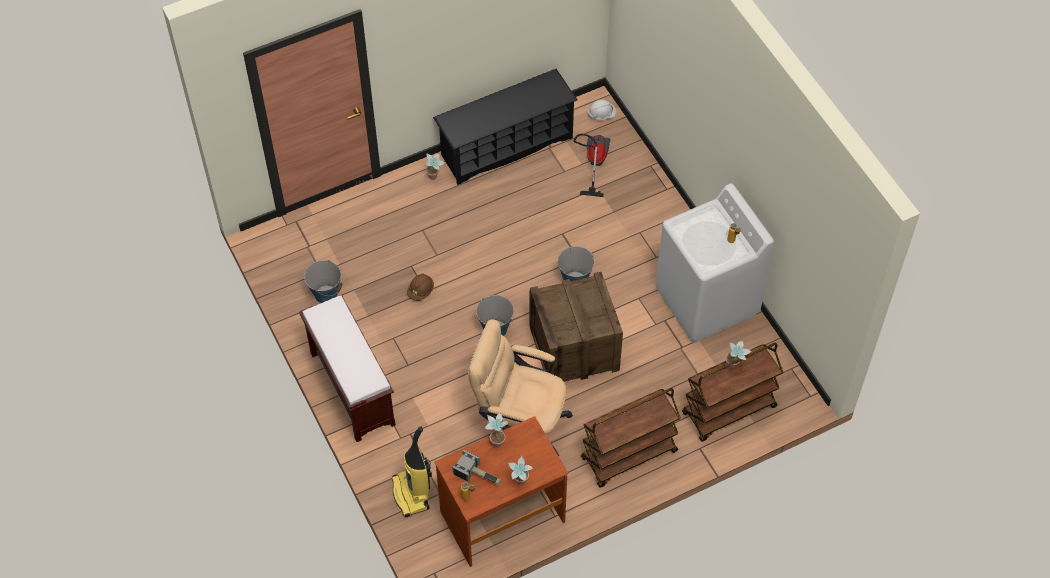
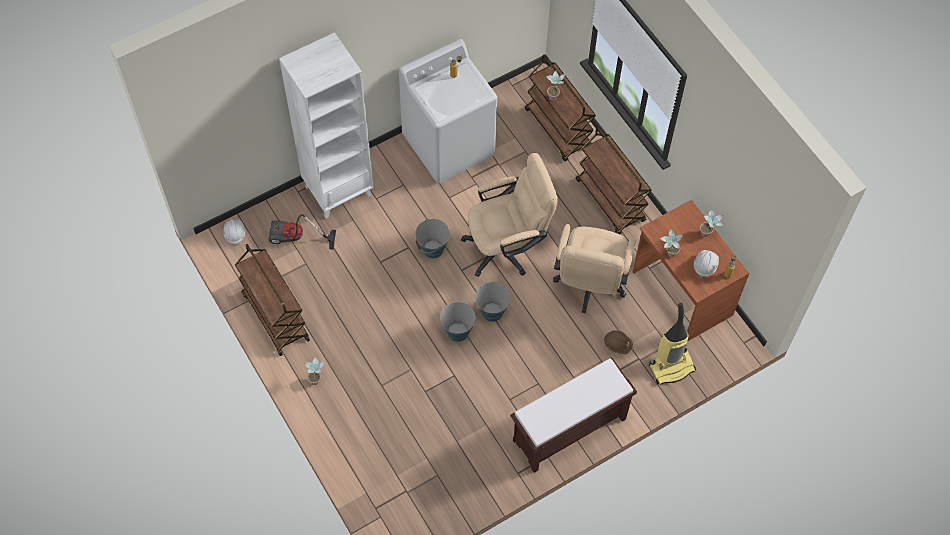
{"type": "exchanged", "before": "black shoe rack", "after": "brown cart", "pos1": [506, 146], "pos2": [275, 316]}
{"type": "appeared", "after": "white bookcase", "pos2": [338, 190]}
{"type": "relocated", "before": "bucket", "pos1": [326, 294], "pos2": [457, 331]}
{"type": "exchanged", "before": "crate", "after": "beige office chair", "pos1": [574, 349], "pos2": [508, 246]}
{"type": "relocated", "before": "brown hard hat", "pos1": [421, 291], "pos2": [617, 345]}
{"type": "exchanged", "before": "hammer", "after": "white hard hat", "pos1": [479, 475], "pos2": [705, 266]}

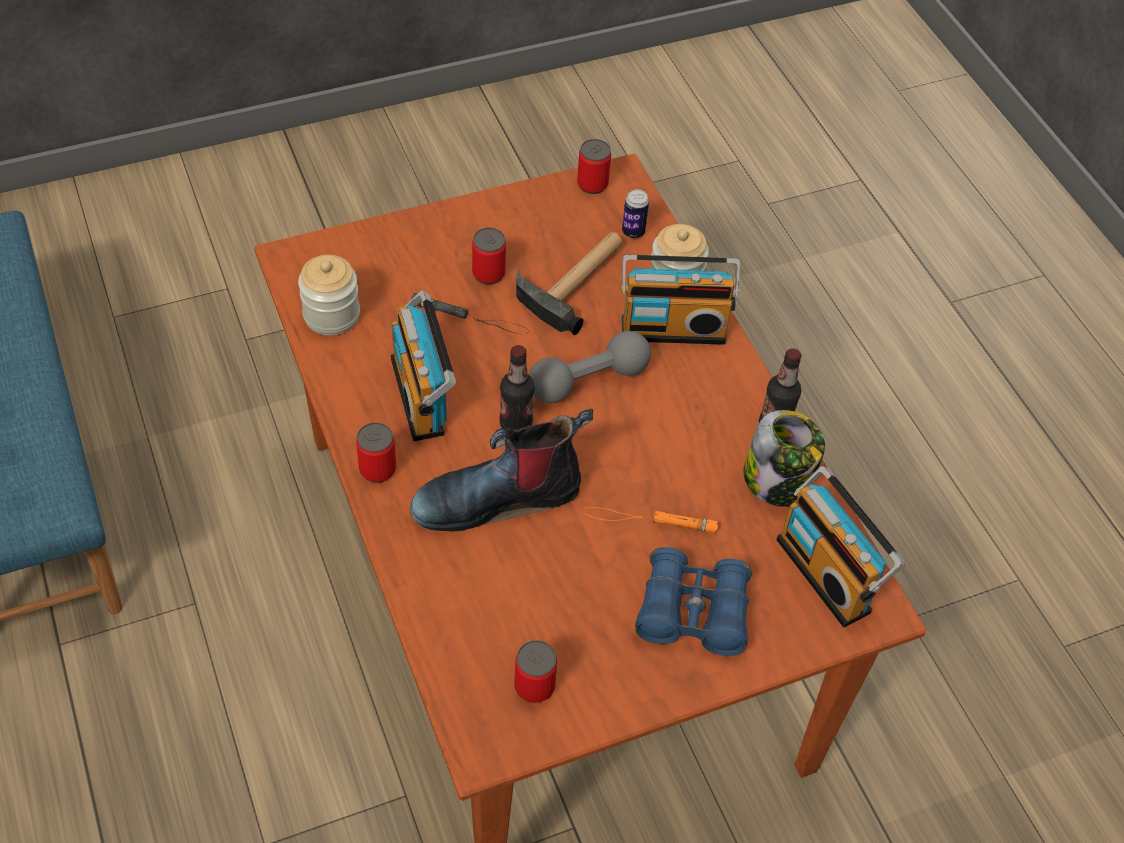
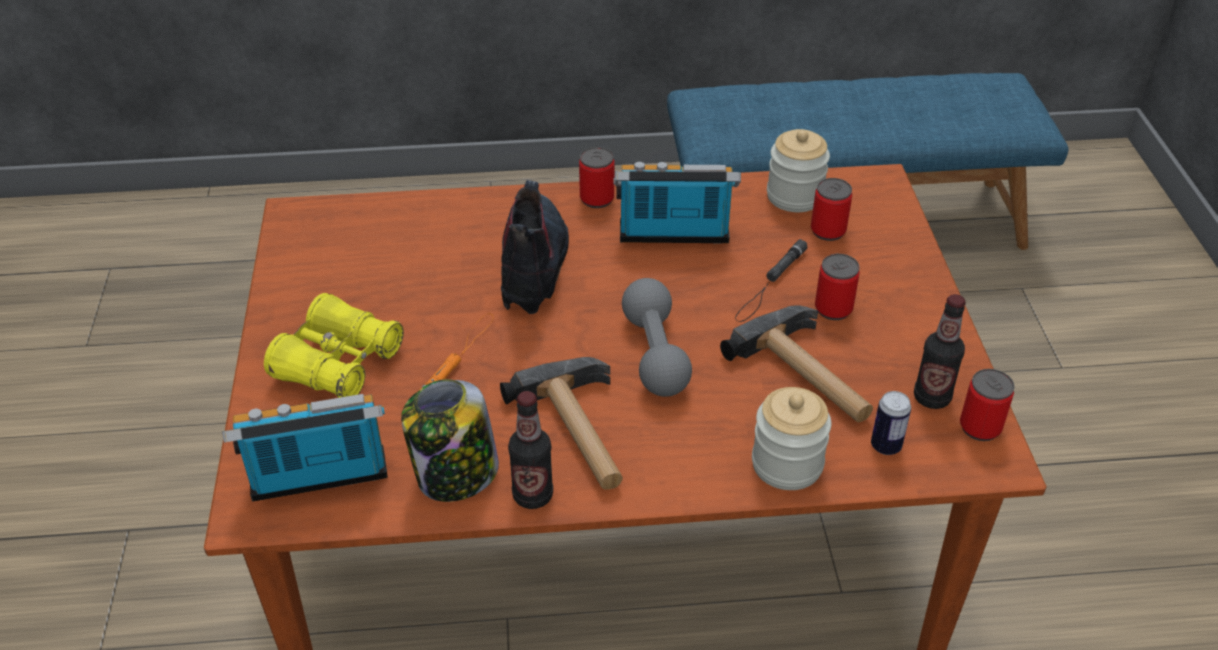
{"type": "colour", "before": "blue binoculars", "after": "yellow binoculars", "pos1": [693, 612], "pos2": [338, 363]}
{"type": "appeared", "after": "hammer", "pos2": [580, 432]}
{"type": "relocated", "before": "can", "pos1": [534, 686], "pos2": [828, 231]}
{"type": "relocated", "before": "bottle", "pos1": [516, 424], "pos2": [931, 397]}
{"type": "missing", "before": "radio", "pos1": [673, 327]}

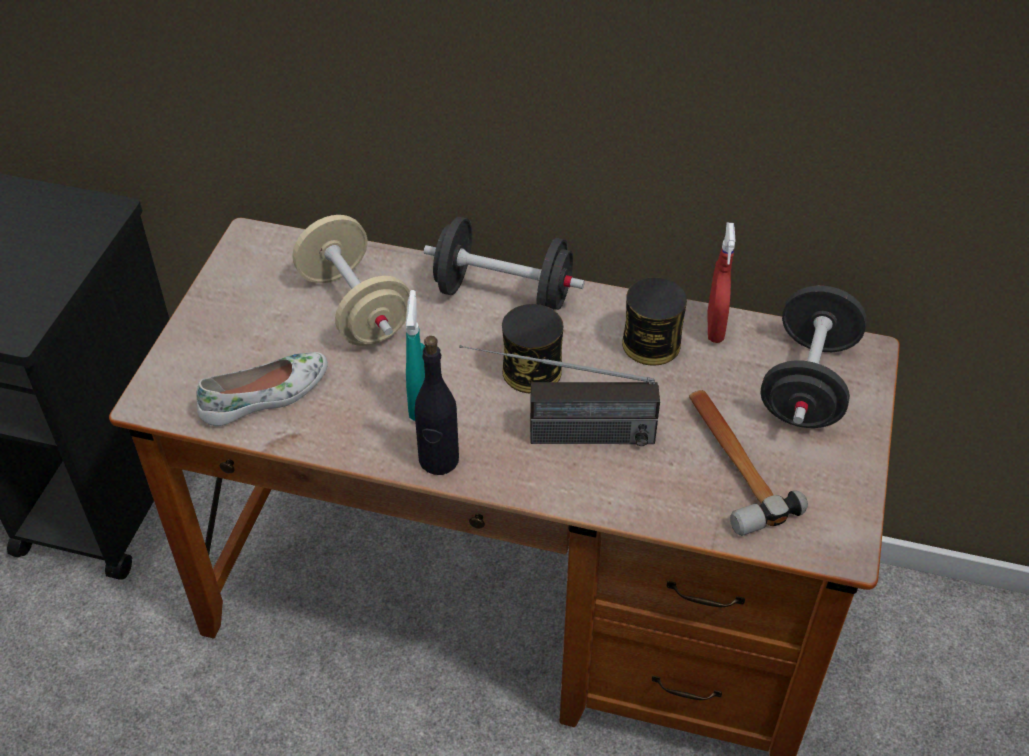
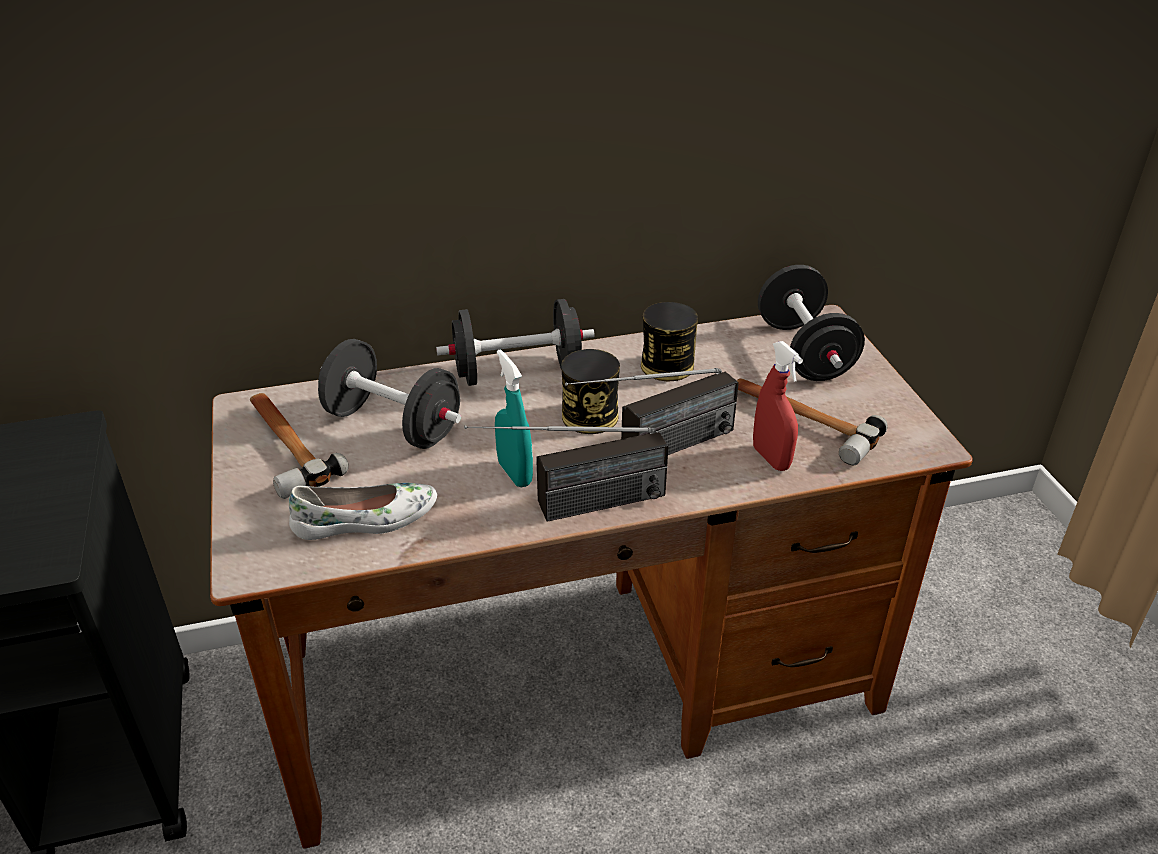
{"type": "appeared", "after": "hammer", "pos2": [285, 446]}
{"type": "spun", "before": "white shoe", "pos1": [266, 396], "pos2": [366, 520], "turn": 45}
{"type": "colour", "before": "beige dumbbell", "after": "black dumbbell", "pos1": [355, 307], "pos2": [393, 424]}
{"type": "exchanged", "before": "black bottle", "after": "radio", "pos1": [438, 460], "pos2": [570, 508]}
{"type": "relocated", "before": "red spray bottle", "pos1": [715, 327], "pos2": [771, 458]}

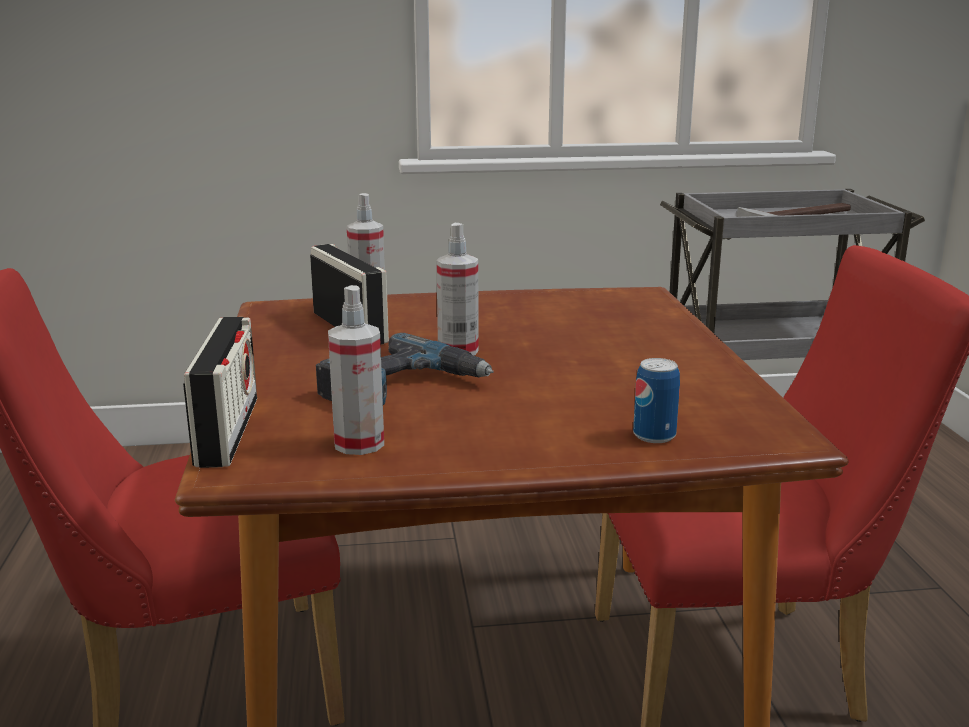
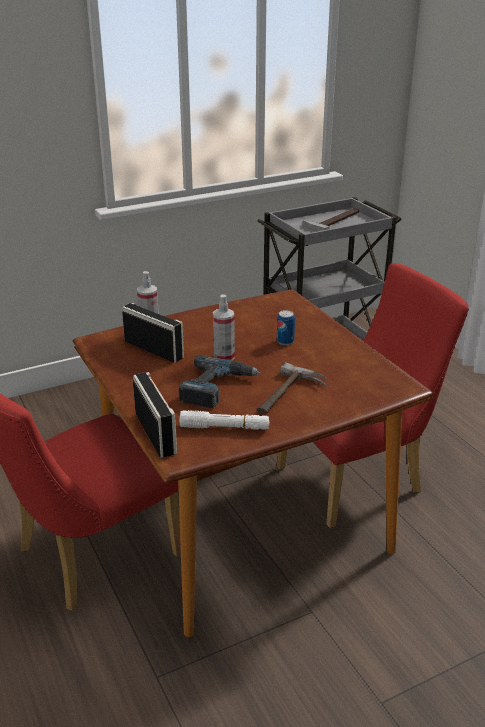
{"type": "exchanged", "before": "spray bottle", "after": "white flashlight", "pos1": [359, 444], "pos2": [225, 428]}
{"type": "appeared", "after": "hammer", "pos2": [289, 396]}
{"type": "relocated", "before": "can", "pos1": [654, 436], "pos2": [285, 341]}

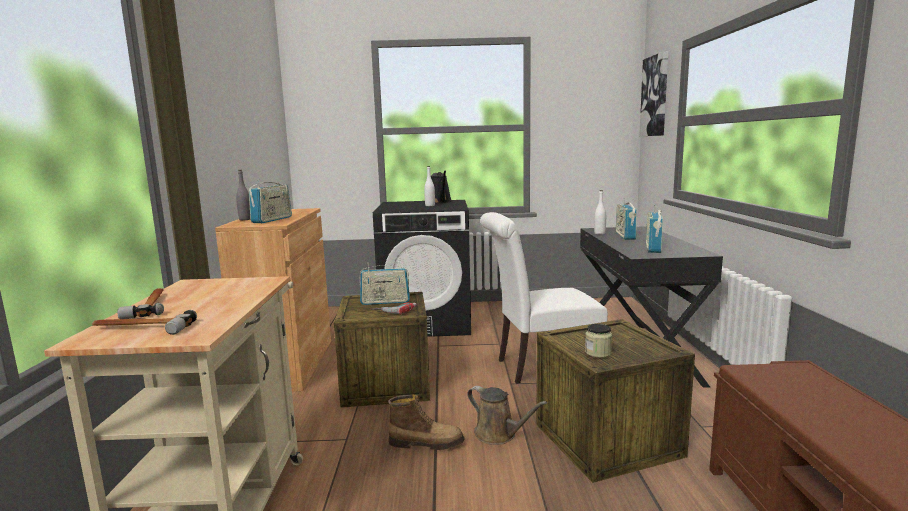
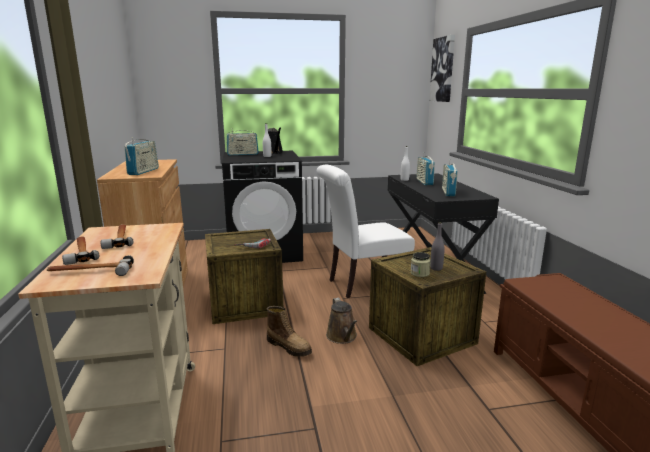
{"type": "appeared", "after": "hammer", "pos2": [119, 238]}
{"type": "relocated", "before": "radio", "pos1": [385, 302], "pos2": [242, 154]}
{"type": "spun", "before": "boot", "pos1": [426, 443], "pos2": [289, 347], "turn": 45}
{"type": "spun", "before": "brown watering can", "pos1": [498, 434], "pos2": [342, 337], "turn": 45}
{"type": "relocated", "before": "grey bottle", "pos1": [245, 219], "pos2": [436, 268]}

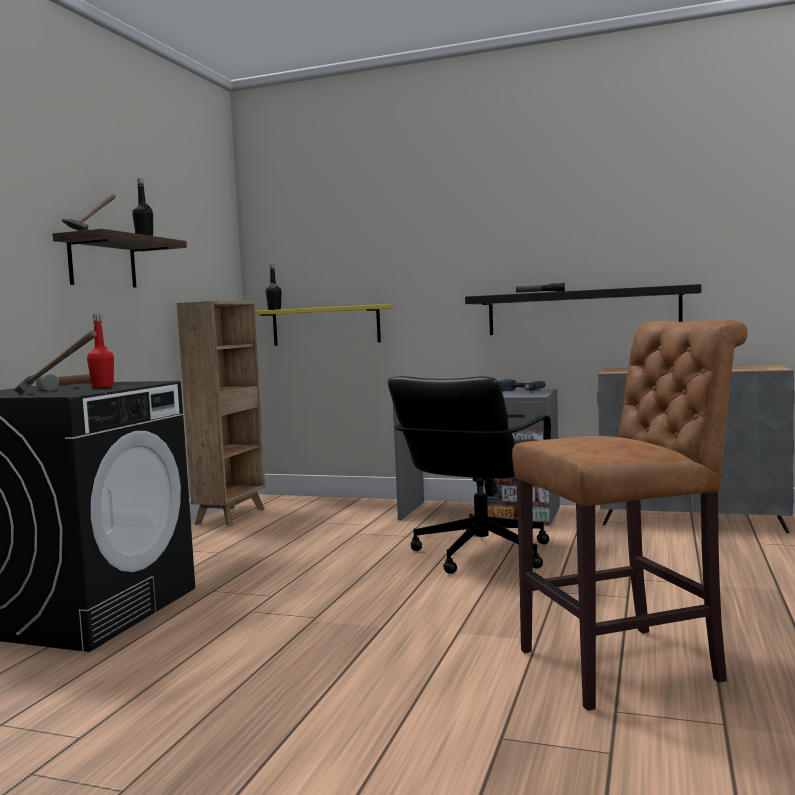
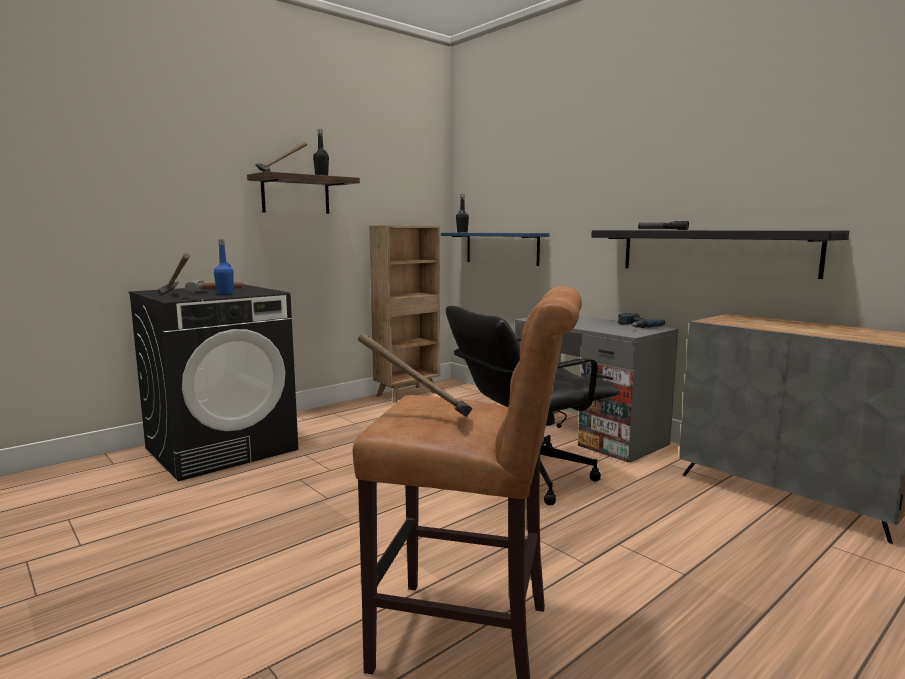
{"type": "colour", "before": "red bottle", "after": "blue bottle", "pos1": [102, 387], "pos2": [225, 293]}
{"type": "appeared", "after": "hammer", "pos2": [418, 416]}
{"type": "colour", "before": "yellow shelf", "after": "blue shelf", "pos1": [325, 326], "pos2": [501, 248]}

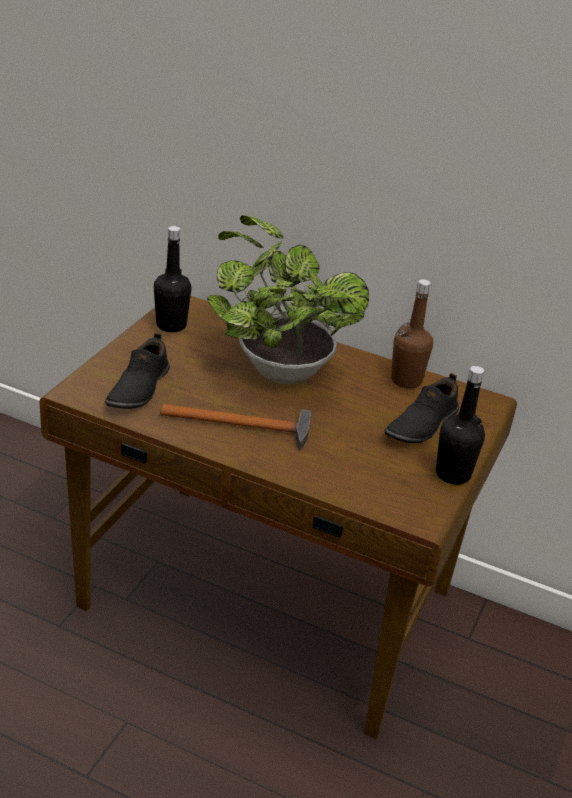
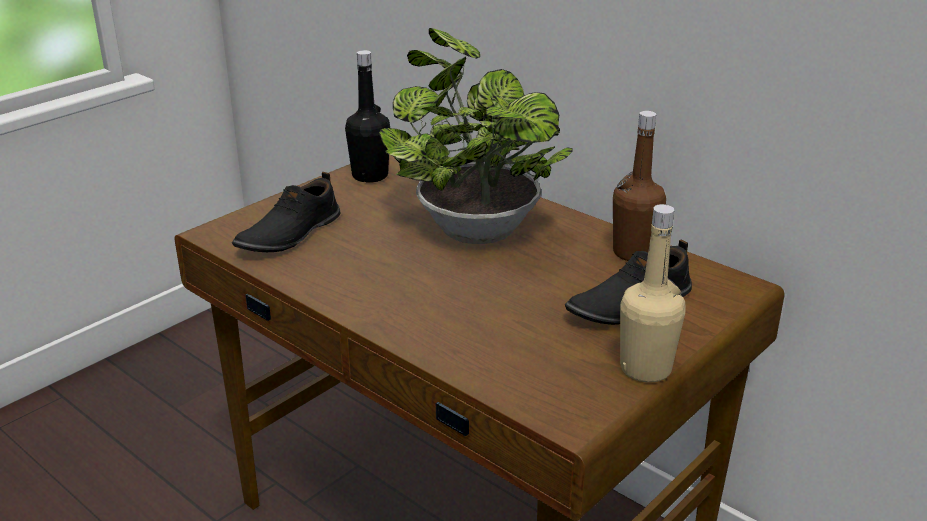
{"type": "colour", "before": "black bottle", "after": "beige bottle", "pos1": [453, 474], "pos2": [645, 369]}
{"type": "missing", "before": "hammer", "pos1": [243, 425]}

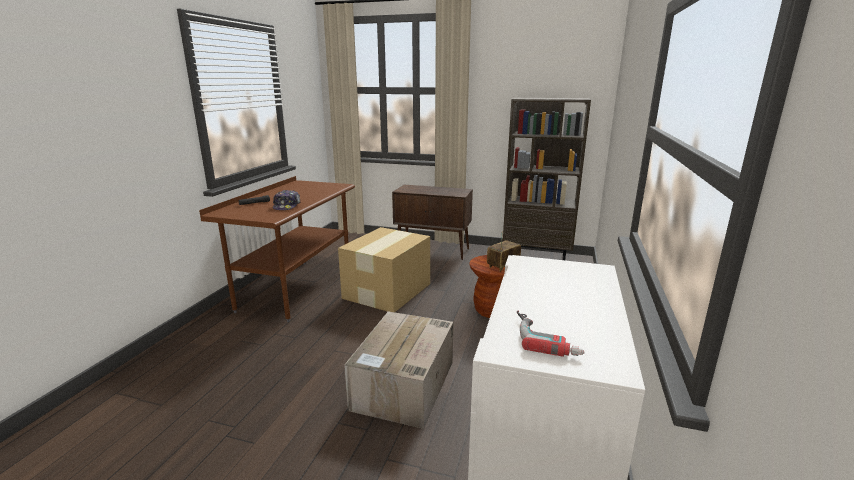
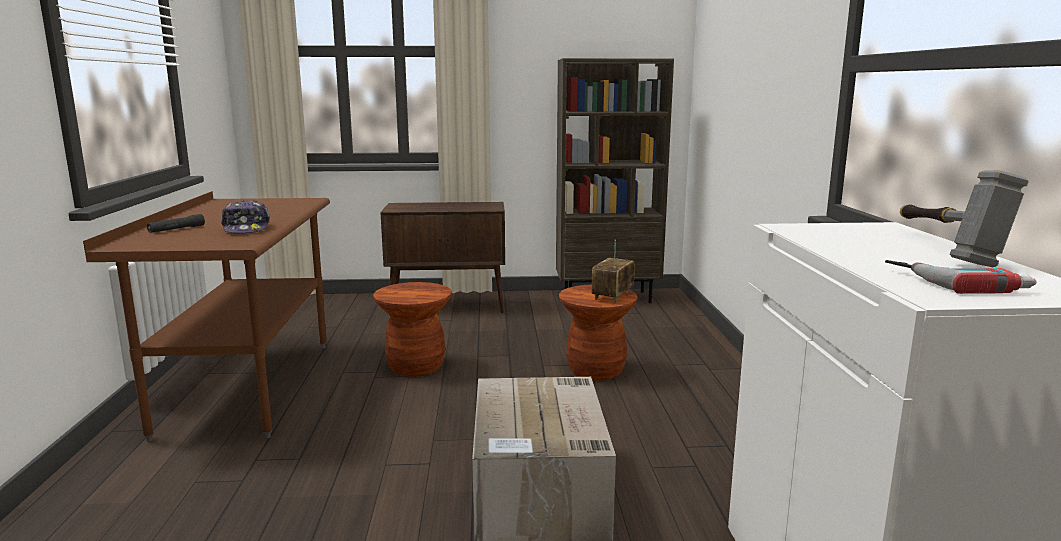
{"type": "exchanged", "before": "cardboard box", "after": "brown stool", "pos1": [388, 290], "pos2": [416, 367]}
{"type": "appeared", "after": "hammer", "pos2": [944, 250]}

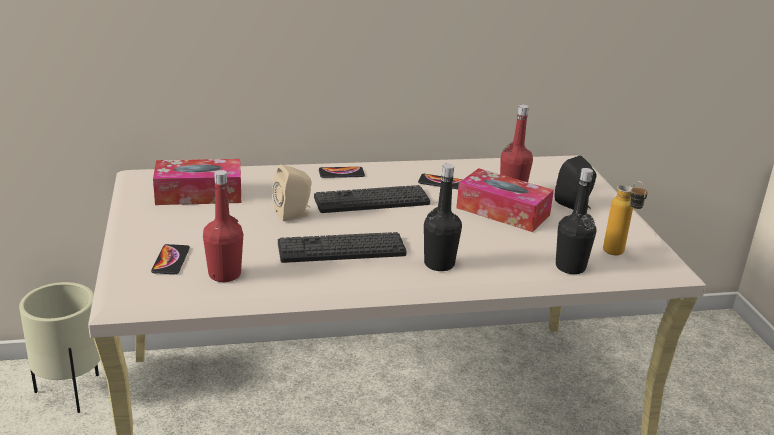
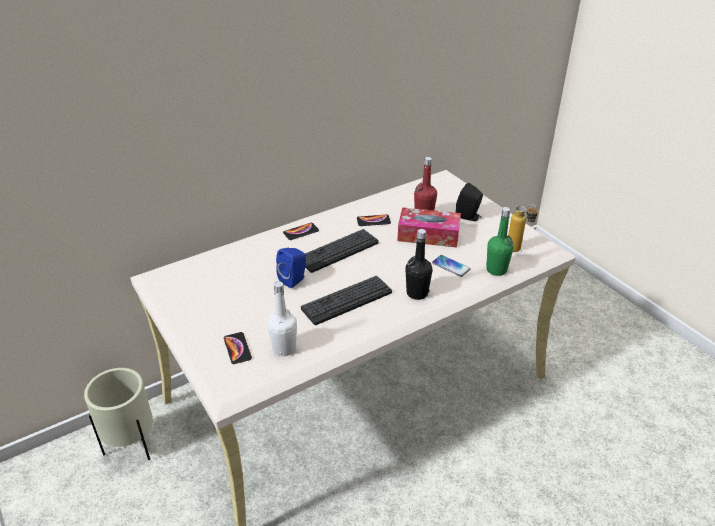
{"type": "colour", "before": "red bottle", "after": "white bottle", "pos1": [224, 274], "pos2": [284, 348]}
{"type": "colour", "before": "beige speaker", "after": "blue speaker", "pos1": [294, 214], "pos2": [294, 280]}
{"type": "appeared", "after": "phone", "pos2": [451, 266]}
{"type": "colour", "before": "black bottle", "after": "green bottle", "pos1": [570, 267], "pos2": [496, 270]}
{"type": "missing", "before": "tissue box", "pos1": [199, 194]}

